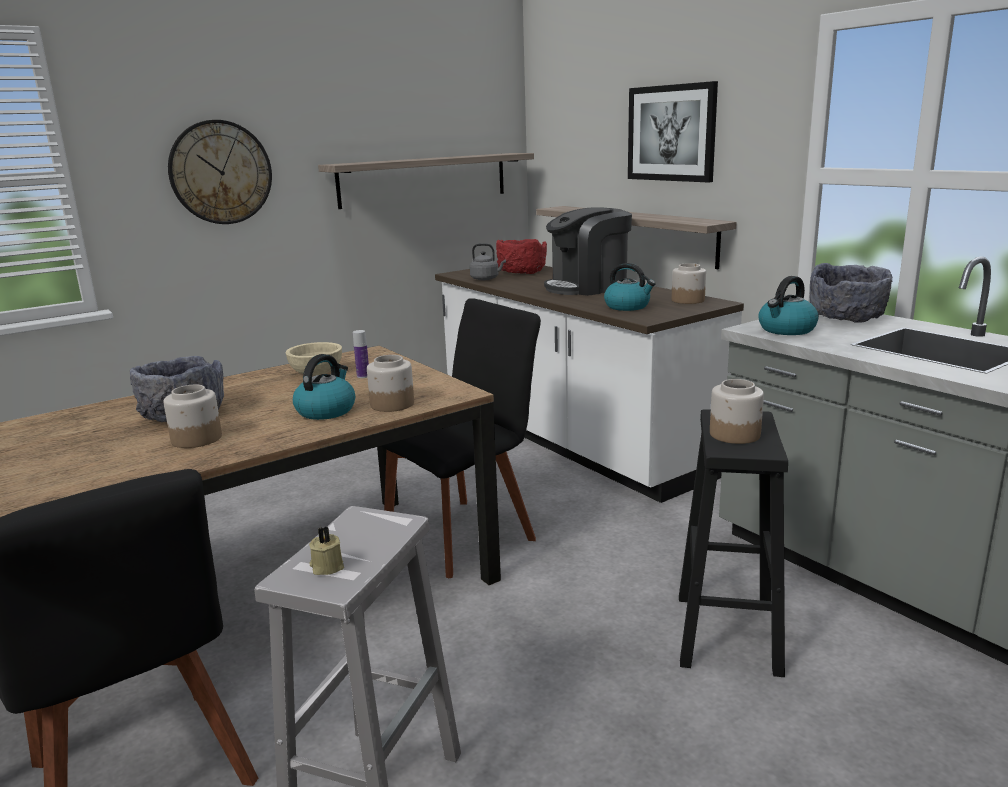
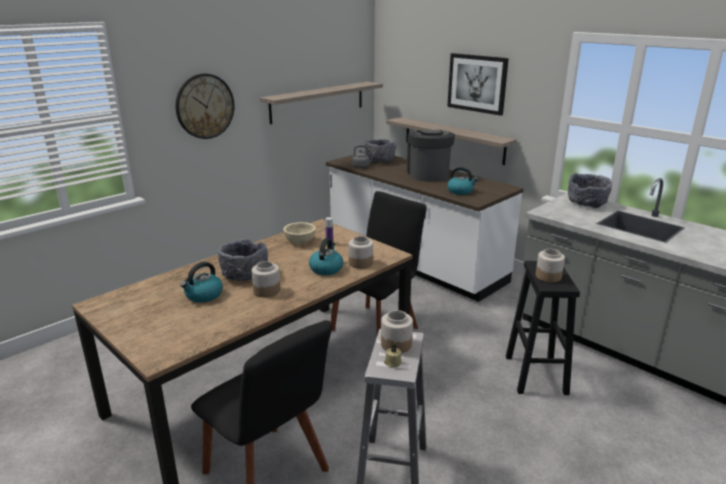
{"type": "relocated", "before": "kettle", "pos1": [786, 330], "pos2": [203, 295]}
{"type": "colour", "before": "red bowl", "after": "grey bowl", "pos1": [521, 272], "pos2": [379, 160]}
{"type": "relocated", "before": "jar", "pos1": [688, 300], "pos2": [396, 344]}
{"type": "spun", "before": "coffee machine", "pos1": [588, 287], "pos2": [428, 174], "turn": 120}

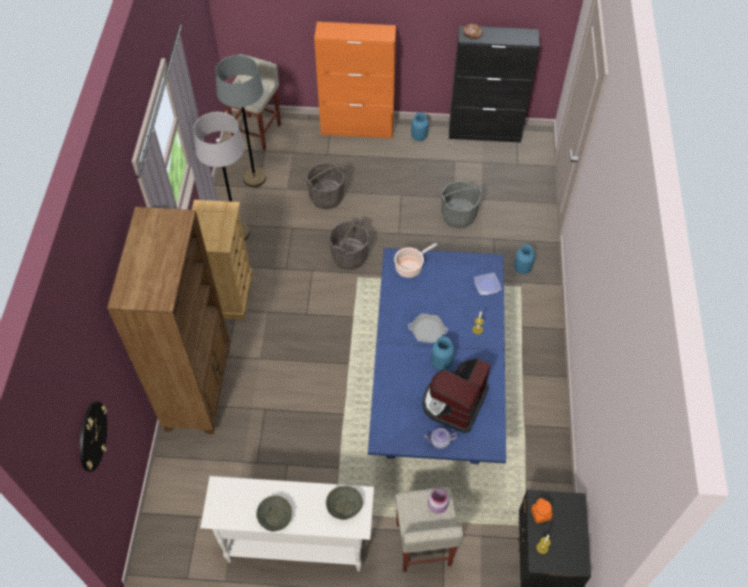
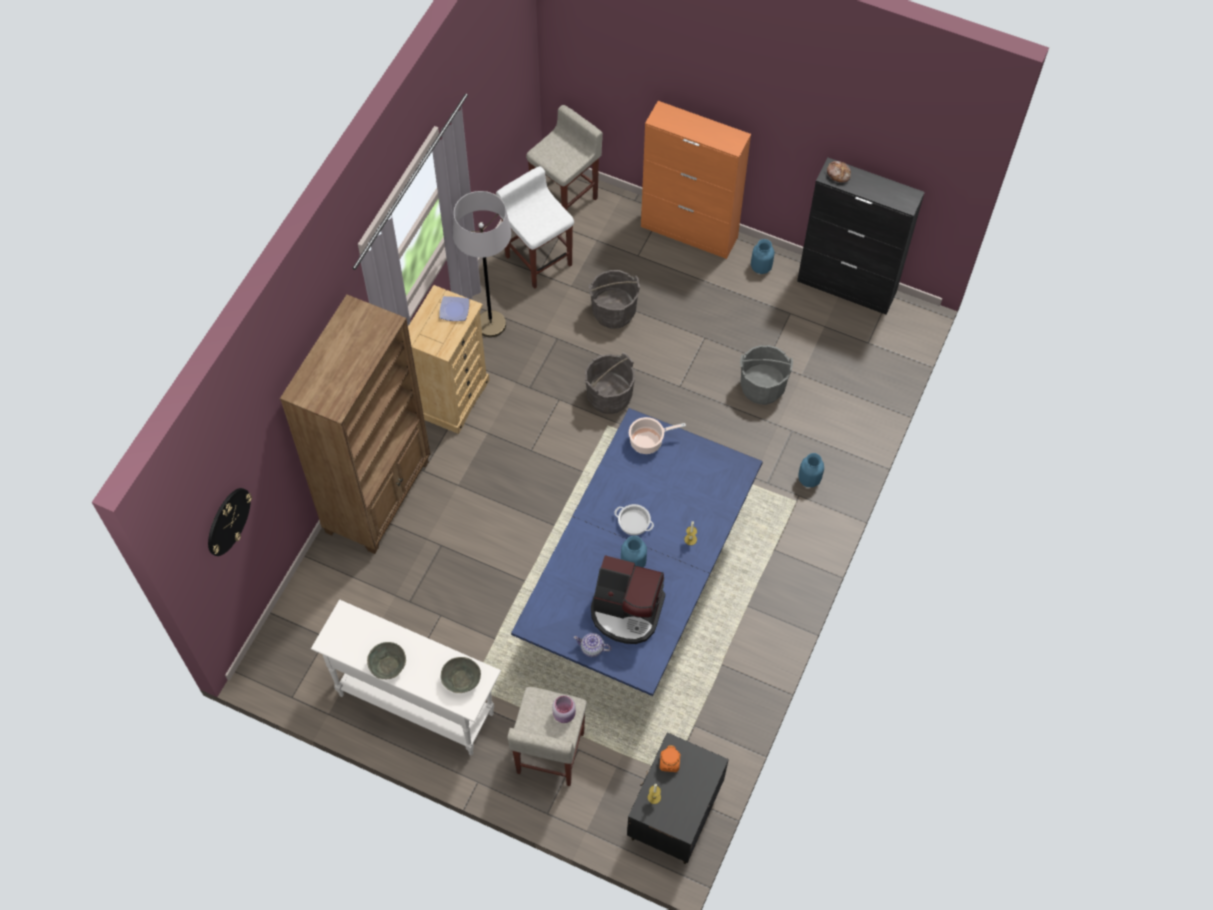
{"type": "relocated", "before": "plate", "pos1": [487, 285], "pos2": [455, 309]}
{"type": "exchanged", "before": "grey floor lamp", "after": "white stool", "pos1": [254, 178], "pos2": [538, 260]}
{"type": "spun", "before": "coffee machine", "pos1": [454, 402], "pos2": [626, 611], "turn": -120}
{"type": "exchanged", "before": "frying pan", "after": "cooking pot", "pos1": [427, 330], "pos2": [634, 521]}

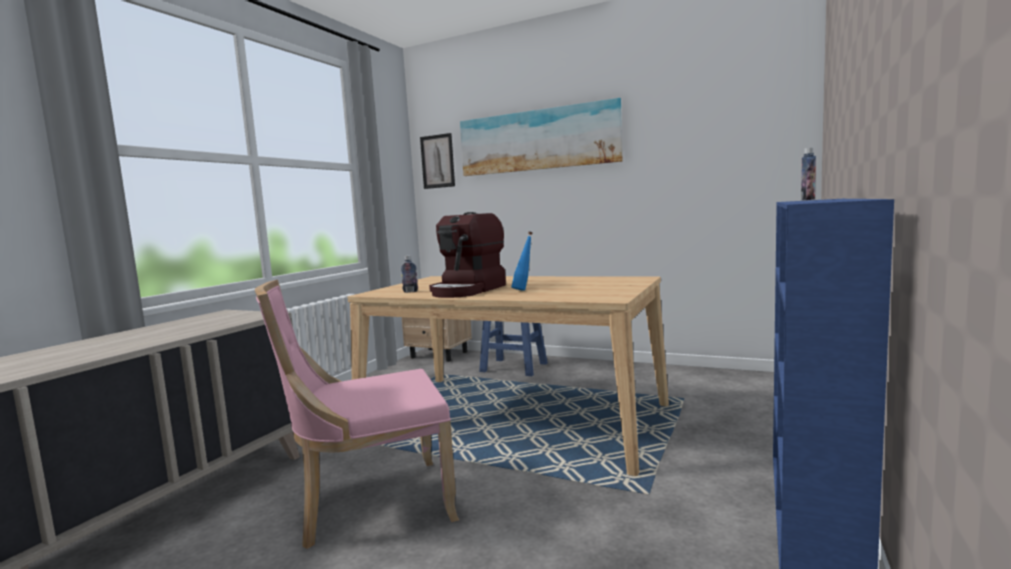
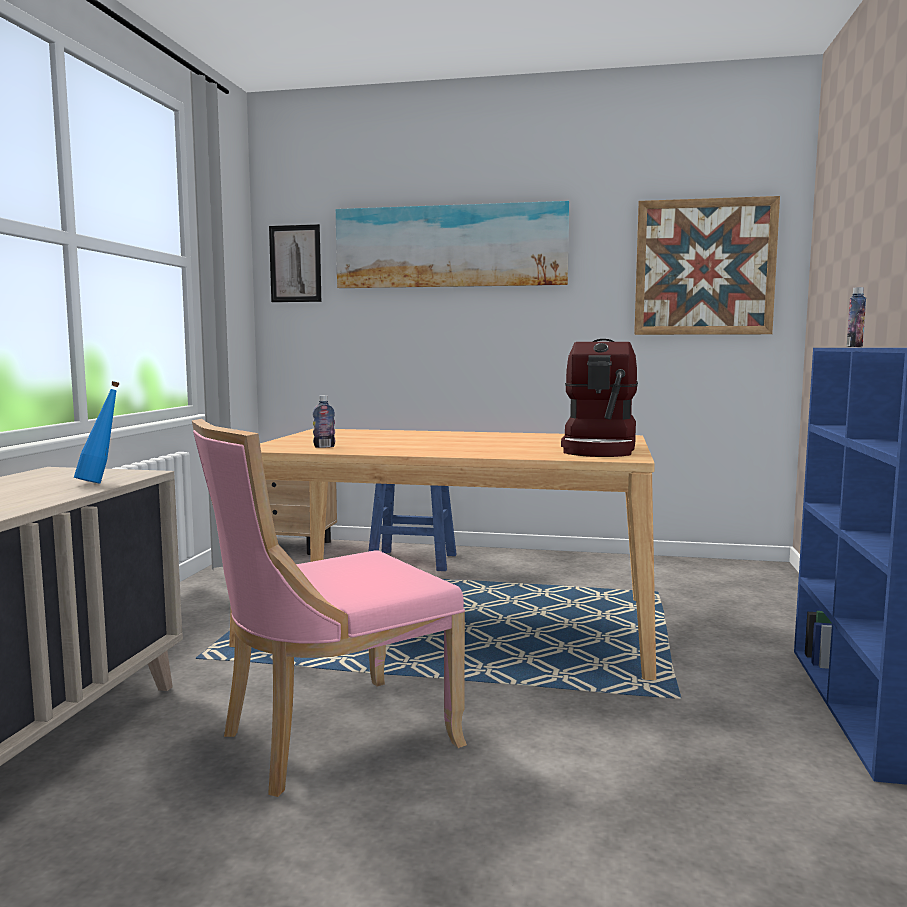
{"type": "relocated", "before": "blue bottle", "pos1": [524, 290], "pos2": [101, 482]}
{"type": "relocated", "before": "coffee machine", "pos1": [468, 290], "pos2": [601, 448]}
{"type": "appeared", "after": "picture", "pos2": [704, 267]}

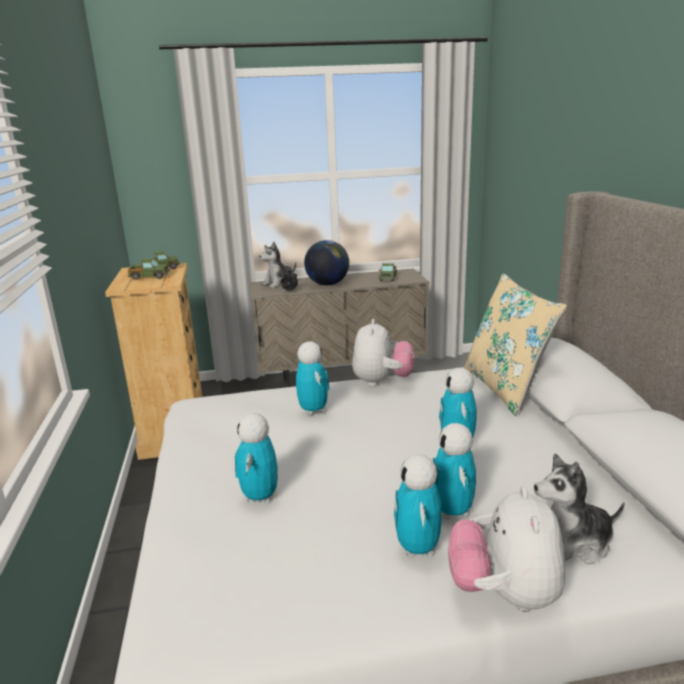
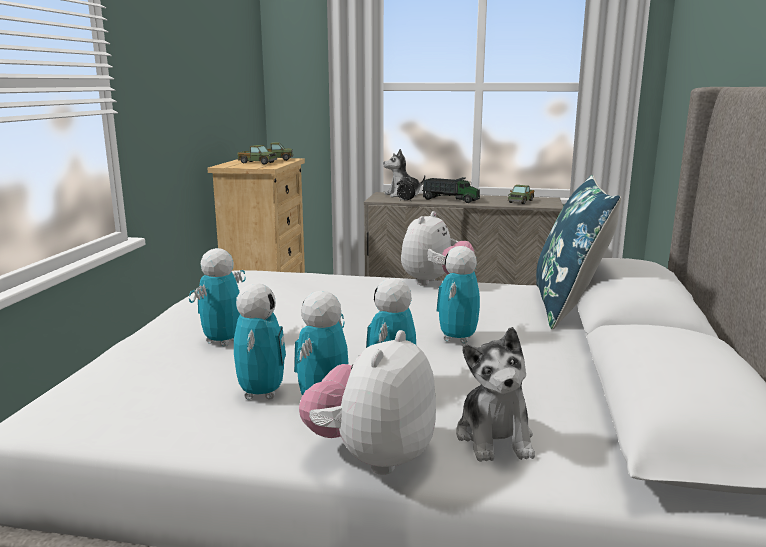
{"type": "relocated", "before": "toy robot", "pos1": [313, 410], "pos2": [261, 393]}
{"type": "exchanged", "before": "globe", "after": "toy truck", "pos1": [327, 284], "pos2": [450, 200]}
{"type": "spun", "before": "plush toy", "pos1": [572, 543], "pos2": [495, 437], "turn": -105}
{"type": "colour", "before": "beige pillow", "after": "blue pillow", "pos1": [505, 388], "pos2": [568, 306]}

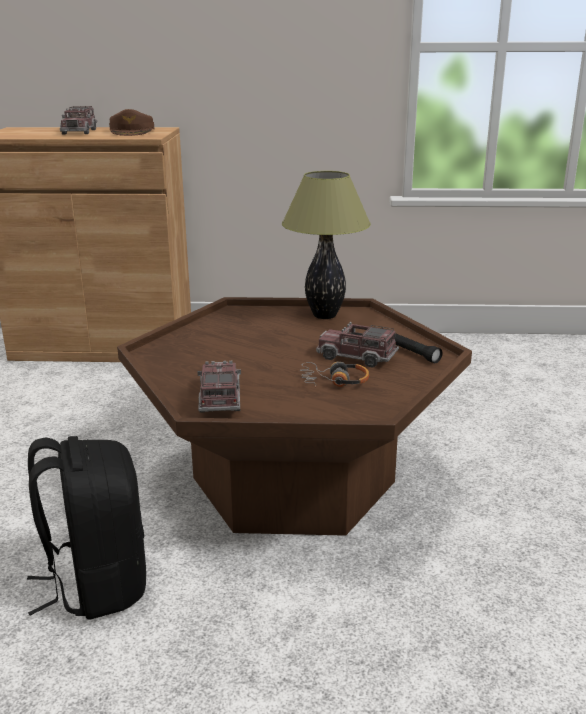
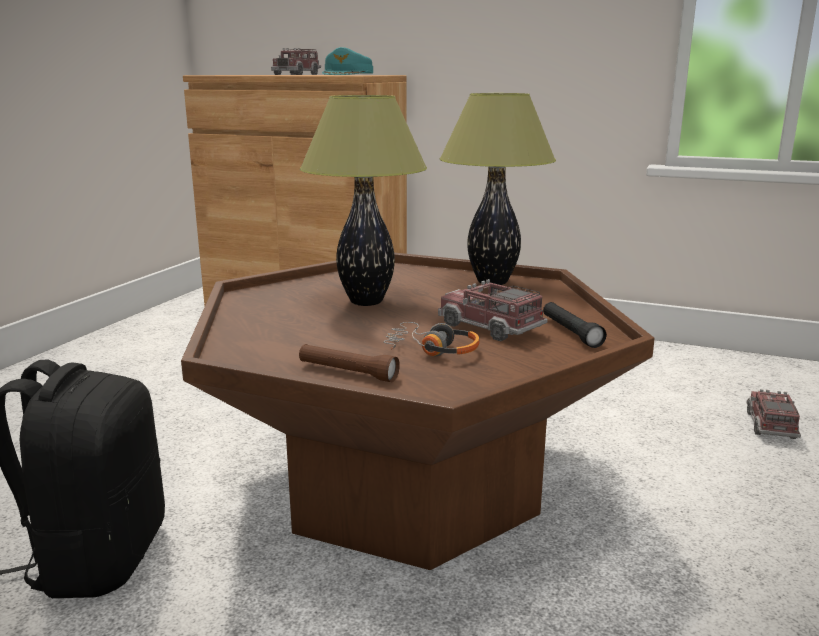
{"type": "appeared", "after": "brown flashlight", "pos2": [347, 372]}
{"type": "appeared", "after": "table lamp", "pos2": [365, 301]}
{"type": "colour", "before": "brown cap", "after": "turquoise cap", "pos1": [132, 131], "pos2": [348, 74]}
{"type": "relocated", "before": "toy truck", "pos1": [220, 399], "pos2": [770, 425]}

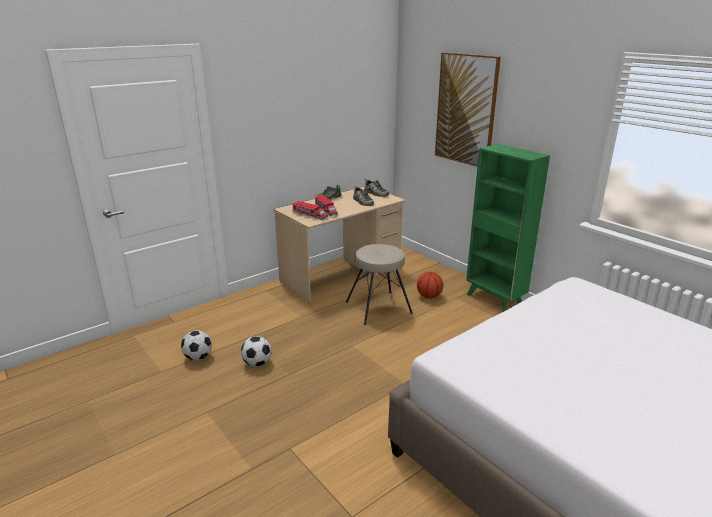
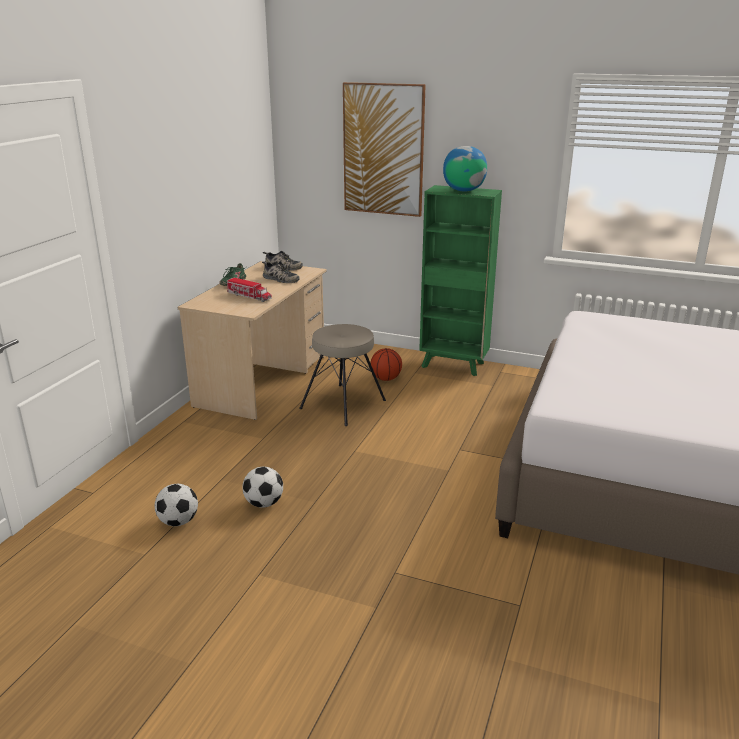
{"type": "appeared", "after": "globe", "pos2": [463, 190]}
{"type": "missing", "before": "toy truck", "pos1": [310, 215]}

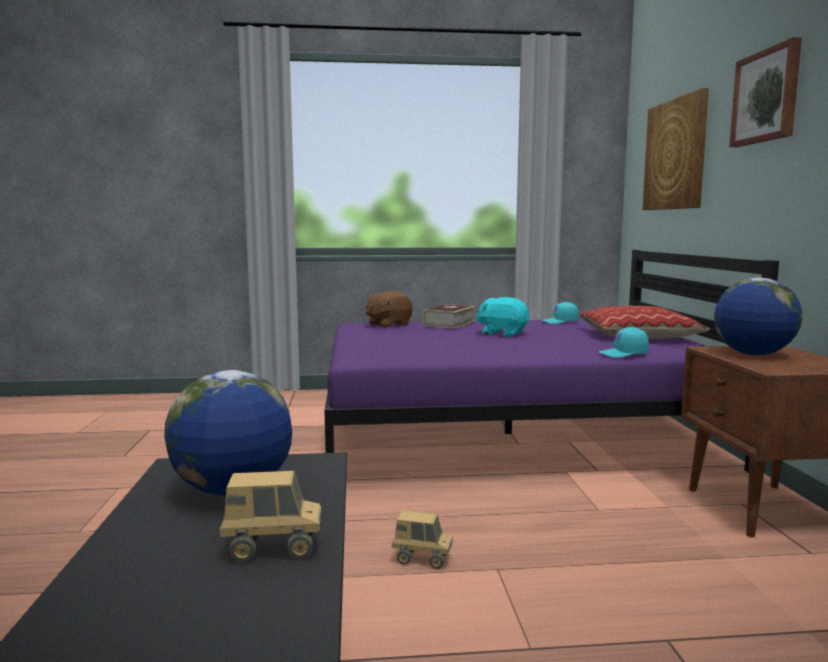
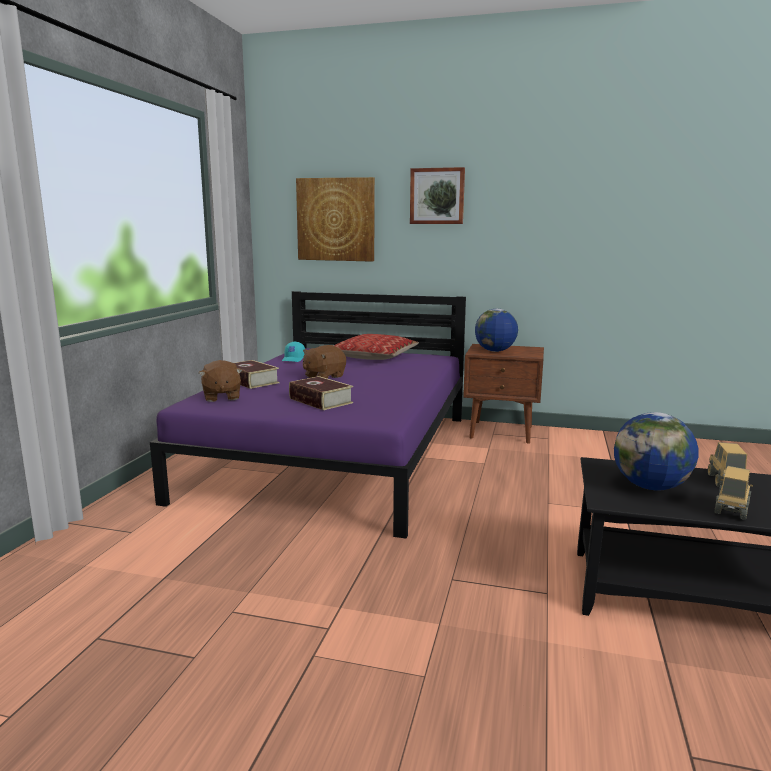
{"type": "appeared", "after": "book", "pos2": [320, 401]}
{"type": "colour", "before": "turquoise plush toy", "after": "brown plush toy", "pos1": [502, 333], "pos2": [323, 376]}
{"type": "relocated", "before": "toy truck", "pos1": [422, 559], "pos2": [731, 510]}
{"type": "missing", "before": "turquoise cap", "pos1": [623, 354]}

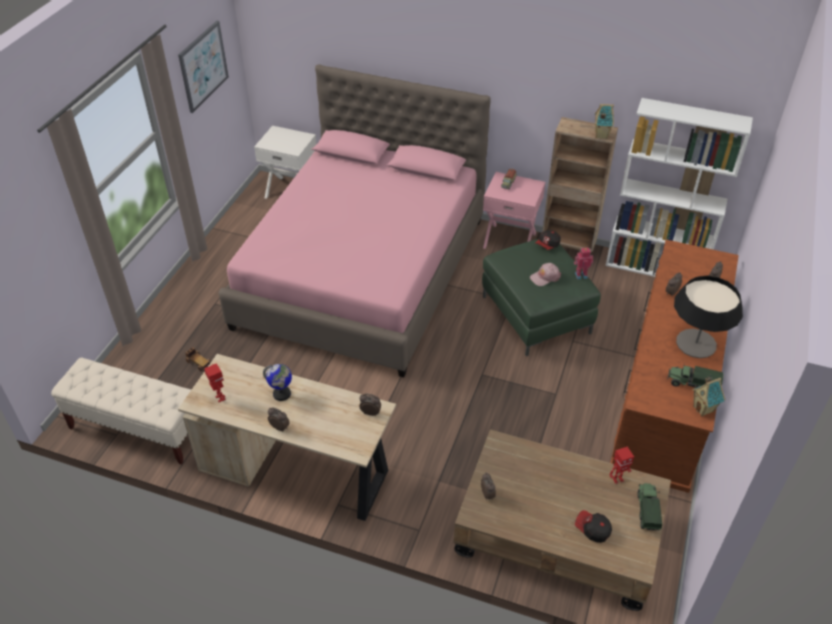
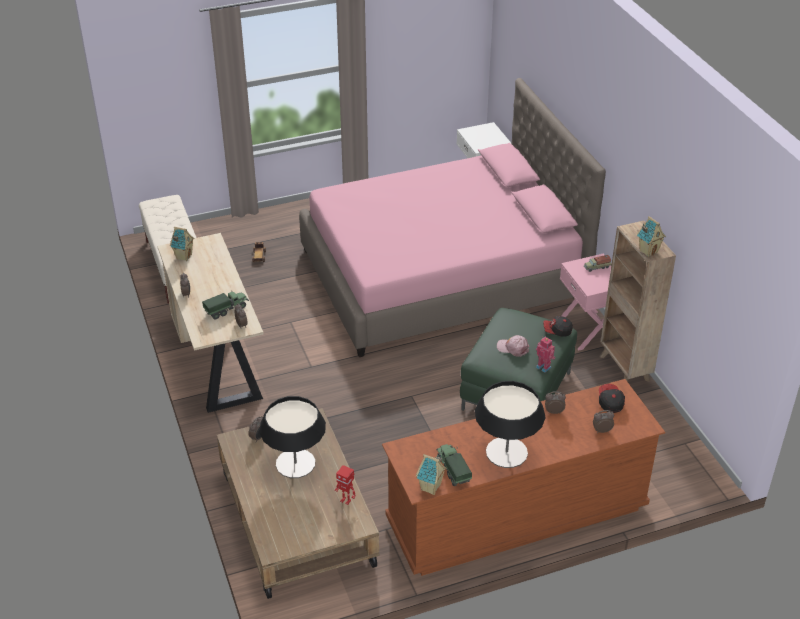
{"type": "exchanged", "before": "toy robot", "after": "toy house", "pos1": [220, 398], "pos2": [183, 256]}
{"type": "relocated", "before": "toy truck", "pos1": [647, 511], "pos2": [227, 309]}
{"type": "appeared", "after": "table lamp", "pos2": [295, 463]}
{"type": "relocated", "before": "cap", "pos1": [592, 530], "pos2": [610, 402]}
{"type": "missing", "before": "picture", "pos1": [203, 66]}
{"type": "missing", "before": "globe", "pos1": [282, 394]}
{"type": "missing", "before": "white bookcase", "pos1": [655, 267]}

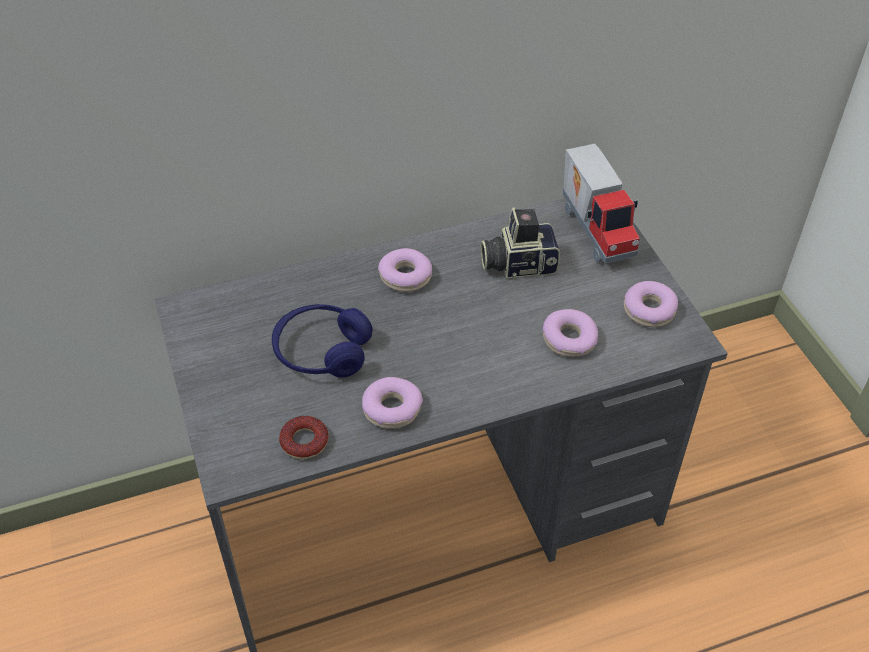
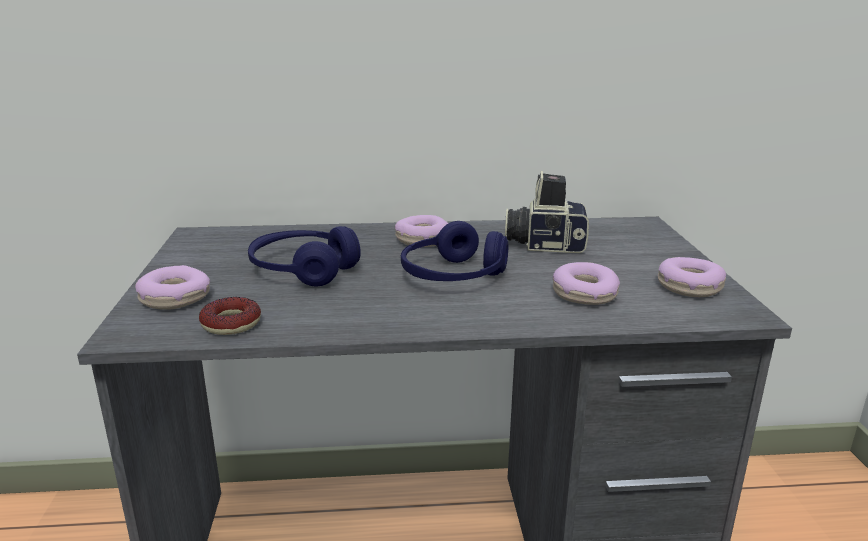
{"type": "relocated", "before": "donut", "pos1": [392, 409], "pos2": [175, 298]}
{"type": "appeared", "after": "blue headphones", "pos2": [453, 276]}
{"type": "missing", "before": "toy truck", "pos1": [598, 230]}

